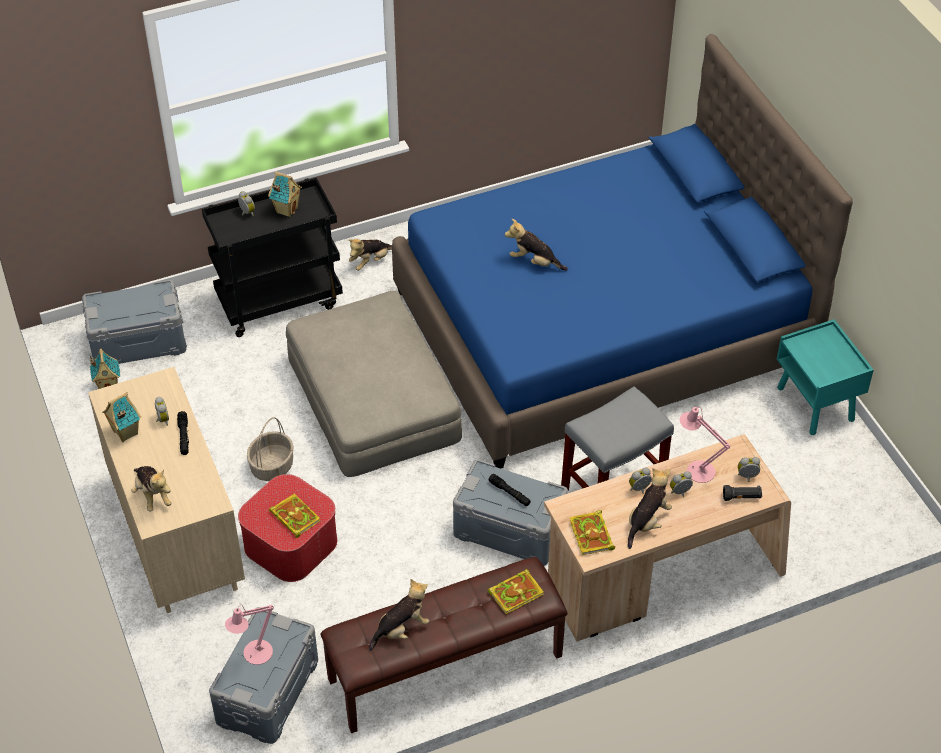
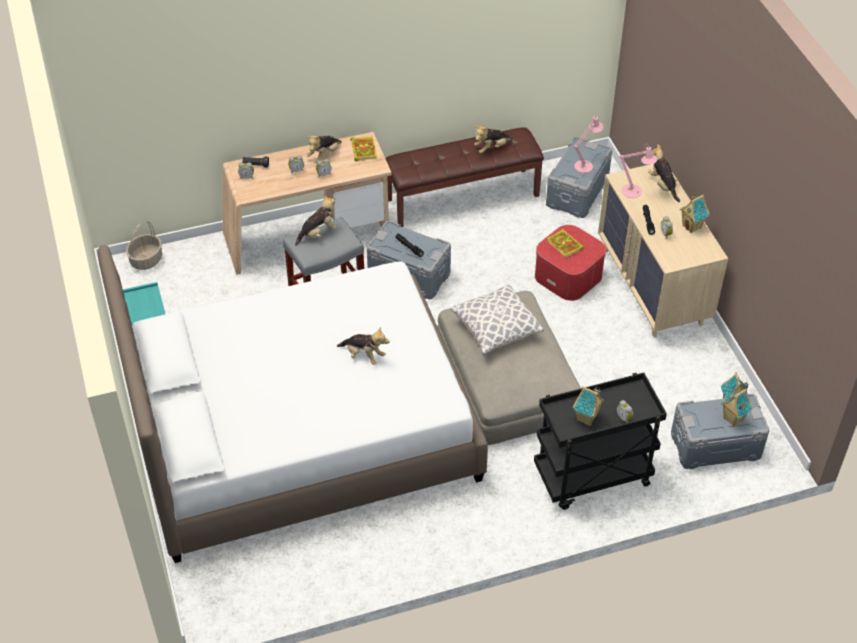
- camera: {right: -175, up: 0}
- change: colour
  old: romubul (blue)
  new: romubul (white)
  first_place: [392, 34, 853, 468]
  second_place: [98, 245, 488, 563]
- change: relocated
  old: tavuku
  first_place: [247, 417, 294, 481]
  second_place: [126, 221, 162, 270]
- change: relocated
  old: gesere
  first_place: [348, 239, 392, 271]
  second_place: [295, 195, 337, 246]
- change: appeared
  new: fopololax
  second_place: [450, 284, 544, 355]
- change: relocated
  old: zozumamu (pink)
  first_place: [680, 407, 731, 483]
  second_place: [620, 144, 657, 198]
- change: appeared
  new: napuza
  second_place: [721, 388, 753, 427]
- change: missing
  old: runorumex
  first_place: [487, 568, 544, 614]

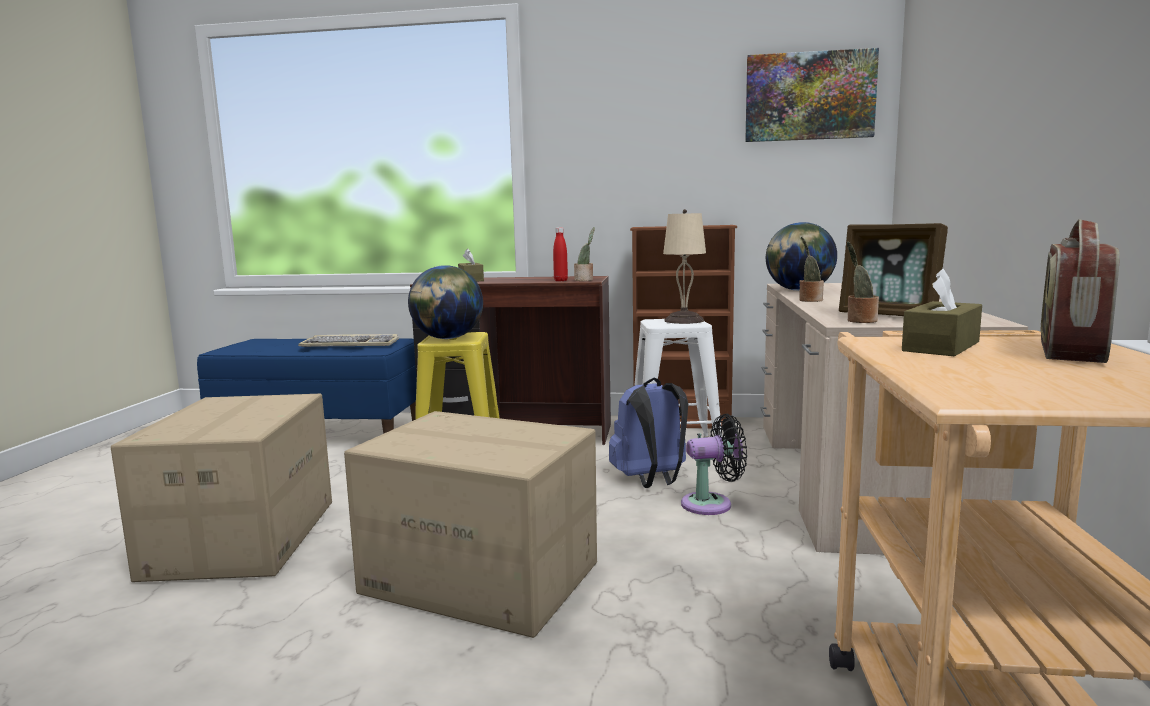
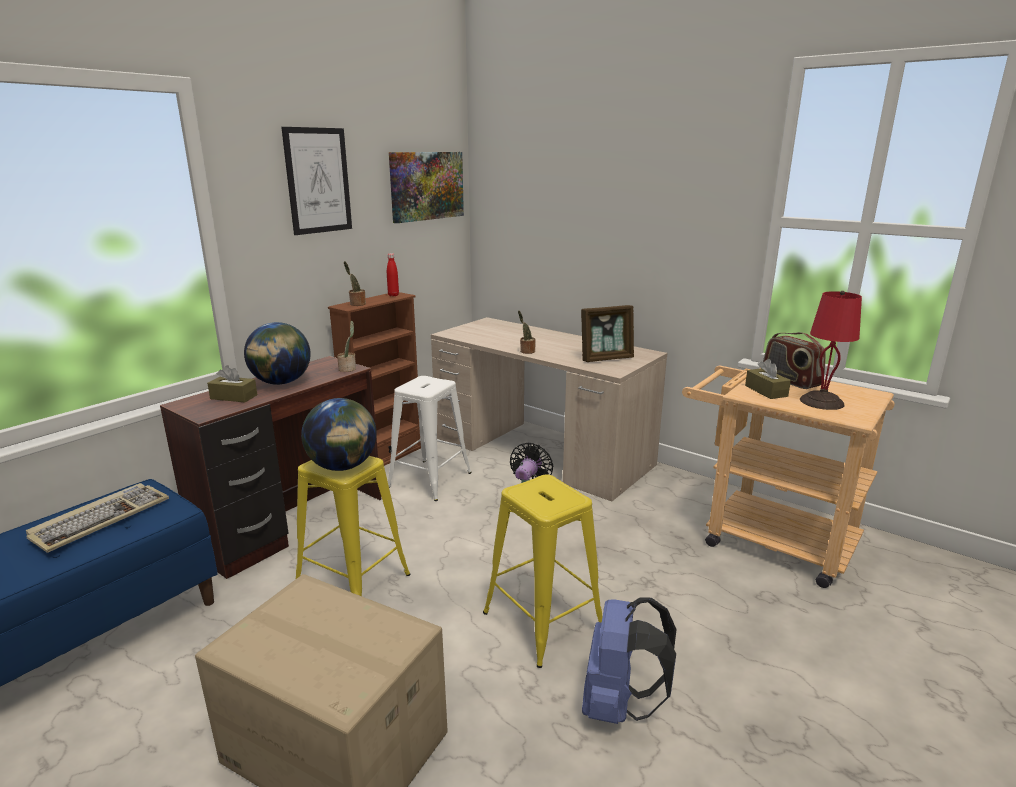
- camera: {right: -60, up: 10}
- change: relocated
  old: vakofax
  first_place: [766, 222, 837, 291]
  second_place: [244, 322, 311, 385]
- change: appeared
  new: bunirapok
  second_place: [281, 127, 352, 235]
- change: relocated
  old: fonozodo
  first_place: [847, 242, 879, 323]
  second_place: [344, 261, 366, 306]
- change: relocated
  old: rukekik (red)
  first_place: [553, 228, 568, 281]
  second_place: [387, 253, 399, 296]
- change: exchanged
  old: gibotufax
  new: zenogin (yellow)
  first_place: [344, 411, 597, 638]
  second_place: [483, 475, 603, 668]
- change: relocated
  old: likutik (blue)
  first_place: [609, 378, 688, 488]
  second_place: [582, 597, 676, 724]
- change: appeared
  new: zozumamu (red)
  second_place: [800, 291, 862, 410]
- change: missing
  old: zozumamu (beige)
  first_place: [663, 209, 706, 324]

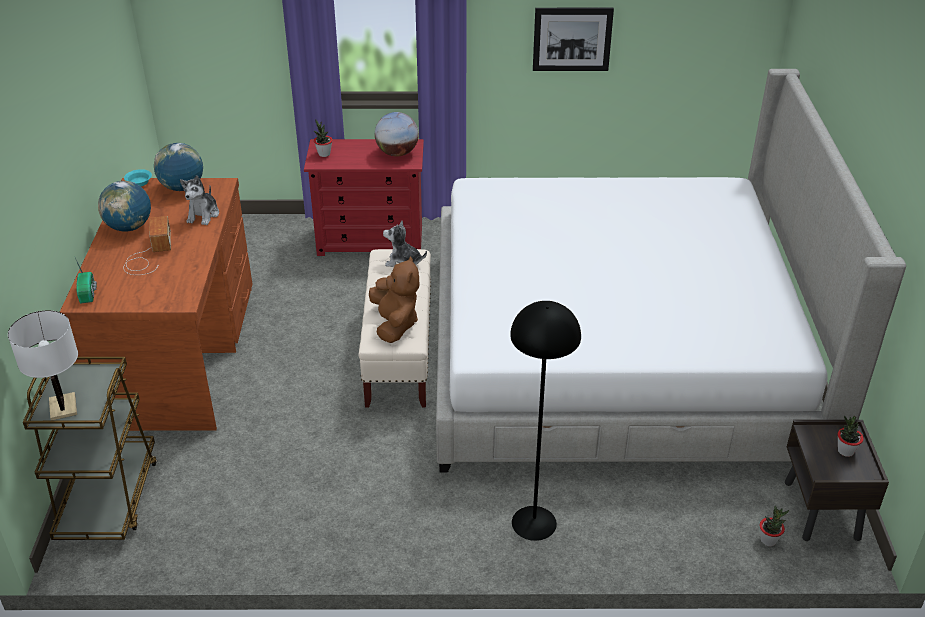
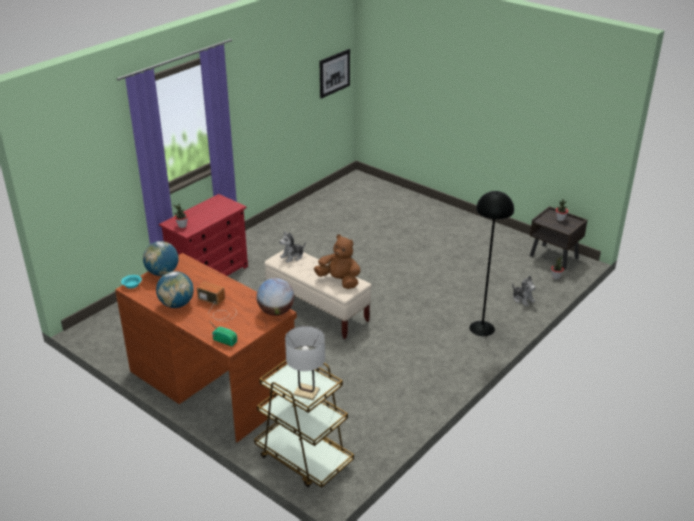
- camera: {right: -50, up: -5}
- change: relocated
  old: vakofax
  first_place: [375, 112, 419, 157]
  second_place: [257, 278, 294, 316]
- change: relocated
  old: bunirapok
  first_place: [533, 8, 614, 71]
  second_place: [319, 49, 350, 99]
- change: relocated
  old: gesere
  first_place: [180, 175, 219, 225]
  second_place: [512, 276, 536, 306]
- change: missing
  old: romubul
  first_place: [436, 69, 906, 473]

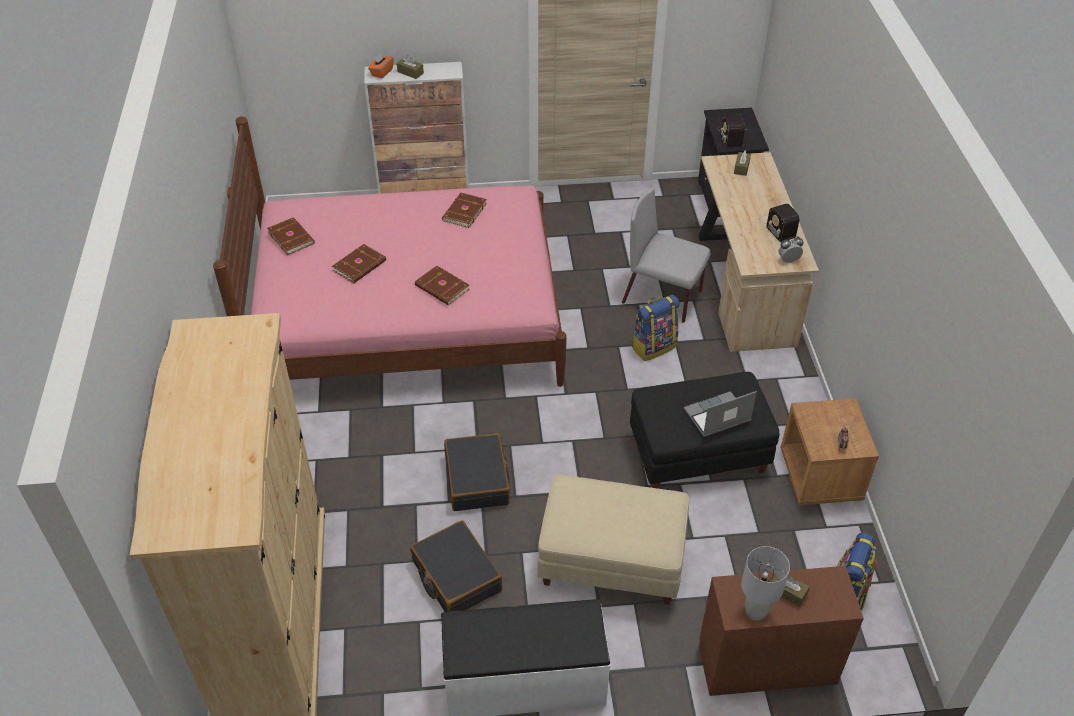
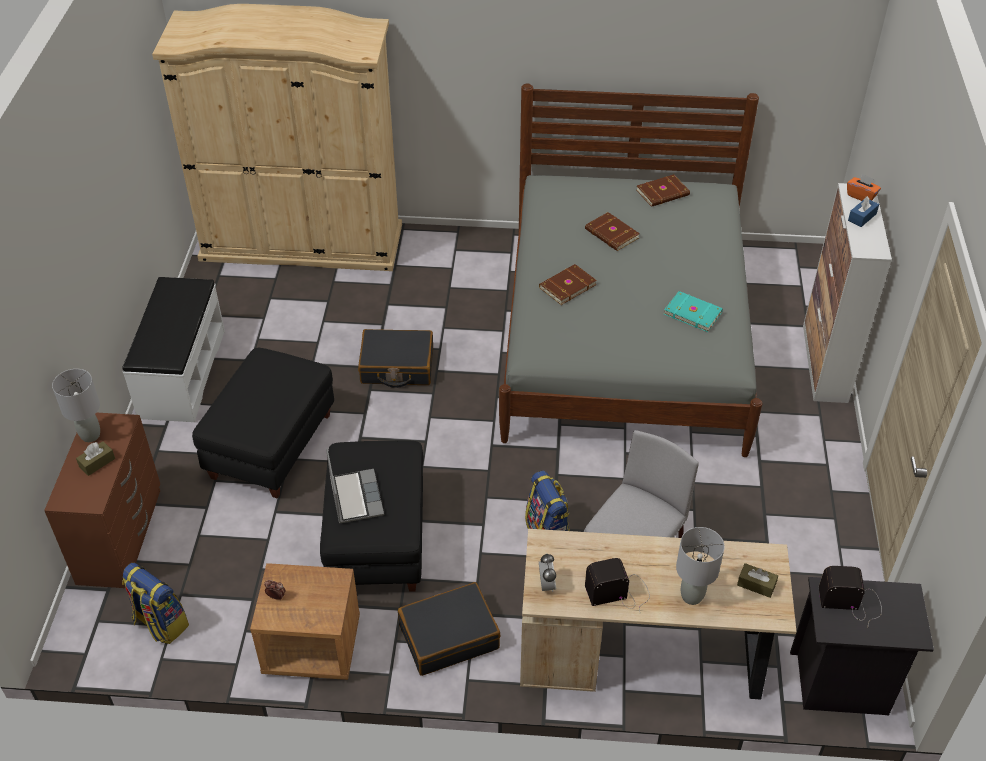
- camera: {right: 100, up: 0}
- change: colour
  old: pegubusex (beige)
  new: pegubusex (black)
  first_place: [537, 475, 689, 605]
  second_place: [192, 348, 334, 499]
- change: relocated
  old: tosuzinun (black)
  first_place: [410, 520, 502, 612]
  second_place: [398, 582, 500, 676]
- change: colour
  old: romubul (pink)
  new: romubul (grey)
  first_place: [213, 116, 567, 387]
  second_place: [499, 83, 763, 457]
- change: colour
  old: runorumex (brown)
  new: runorumex (turquoise)
  first_place: [442, 193, 487, 228]
  second_place: [664, 291, 723, 332]
- change: appeared
  new: zozumamu (grey)
  second_place: [676, 527, 725, 605]
- change: colour
  old: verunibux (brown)
  new: verunibux (blue)
  first_place: [397, 55, 424, 79]
  second_place: [848, 196, 879, 227]

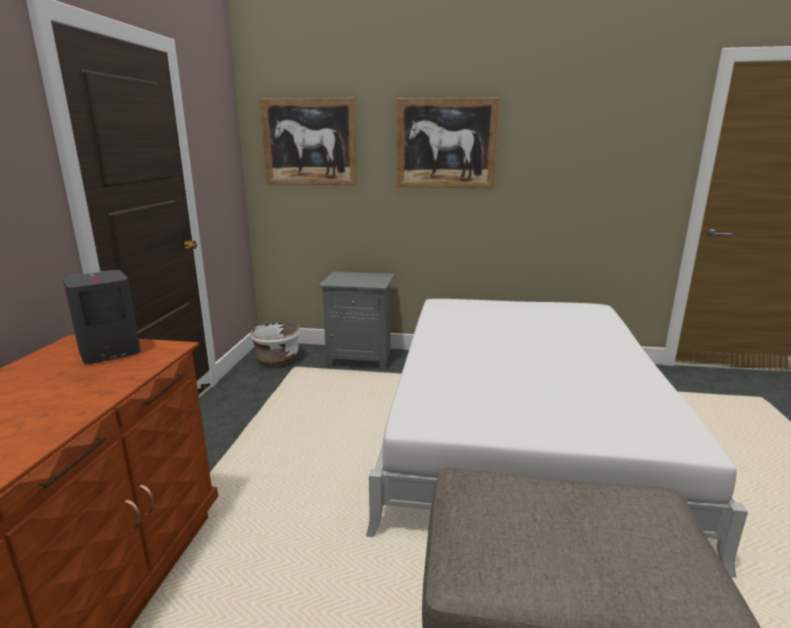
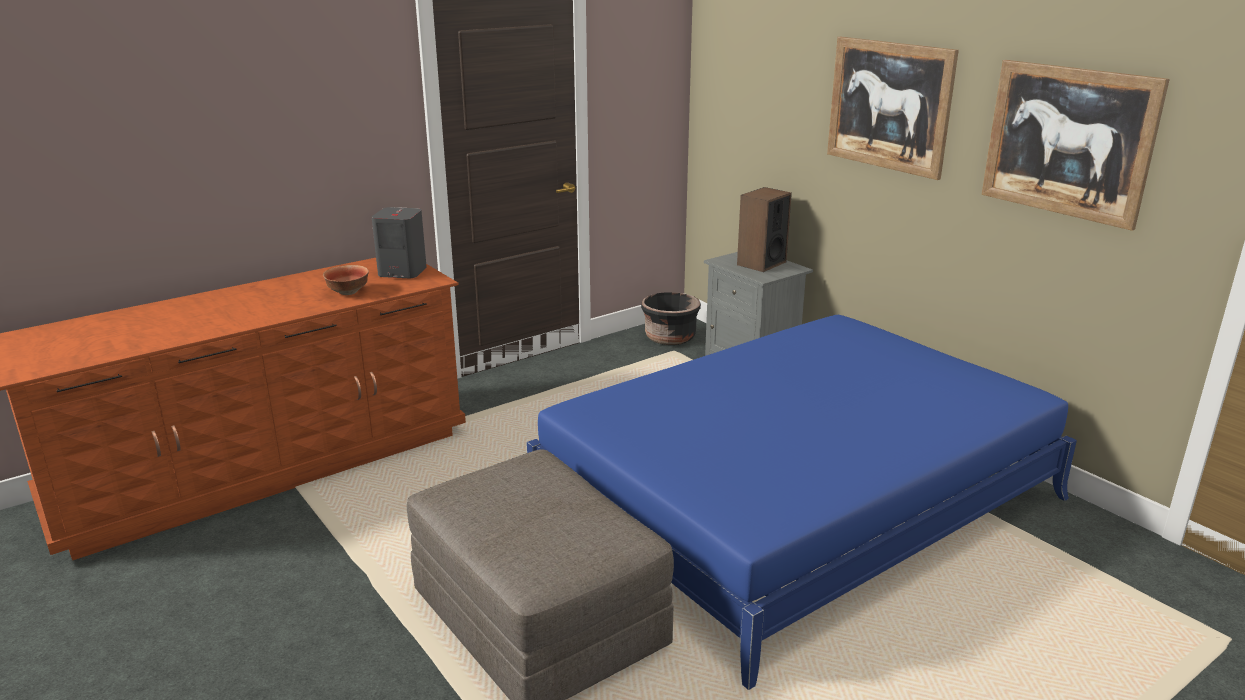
- camera: {right: 45, up: 5}
- change: appeared
  new: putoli
  second_place: [323, 265, 369, 295]
- change: colour
  old: romubul (white)
  new: romubul (blue)
  first_place: [366, 299, 748, 578]
  second_place: [527, 315, 1077, 690]
- change: colour
  old: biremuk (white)
  new: biremuk (black)
  first_place: [250, 322, 300, 366]
  second_place: [641, 292, 701, 345]
- change: appeared
  new: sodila
  second_place: [737, 187, 792, 272]
- change: relocated
  old: bunirapok
  first_place: [260, 98, 358, 185]
  second_place: [981, 60, 1170, 231]

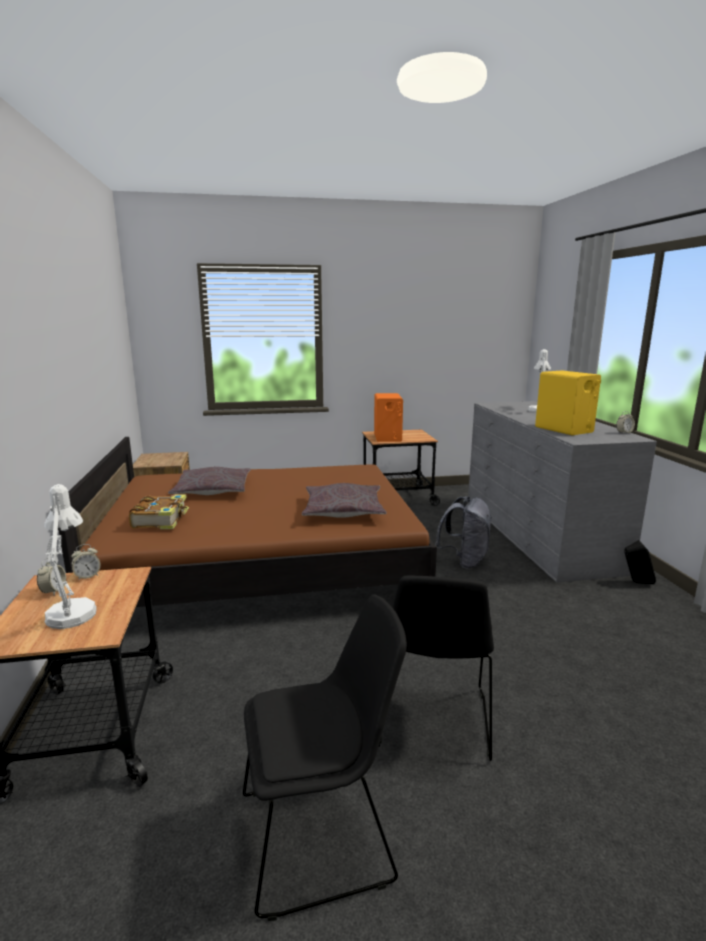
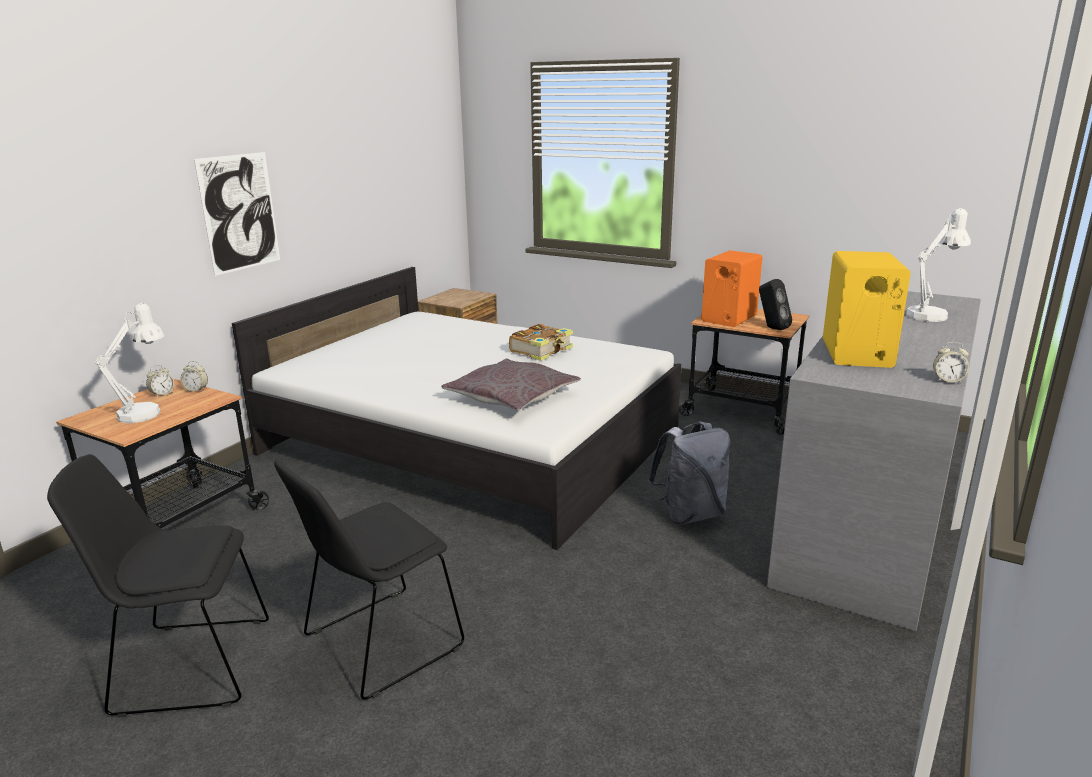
- camera: {right: 40, up: 5}
- change: spun
  old: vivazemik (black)
  first_place: [243, 594, 407, 921]
  second_place: [47, 454, 269, 718]
  degrees: 150
- change: appeared
  new: bunirapok
  second_place: [194, 152, 280, 276]
- change: colour
  old: romubul (brown)
  new: romubul (white)
  first_place: [59, 437, 437, 607]
  second_place: [232, 267, 682, 550]
- change: relocated
  old: runorumex
  first_place: [129, 495, 189, 529]
  second_place: [509, 324, 573, 361]
- change: relocated
  old: sodila (black)
  first_place: [624, 540, 656, 584]
  second_place: [759, 279, 792, 330]
- change: missing
  old: fopololax (grey)
  first_place: [168, 467, 251, 495]

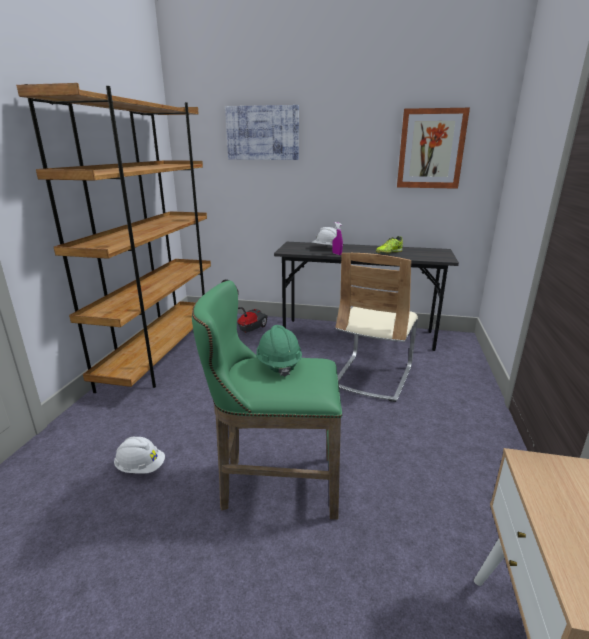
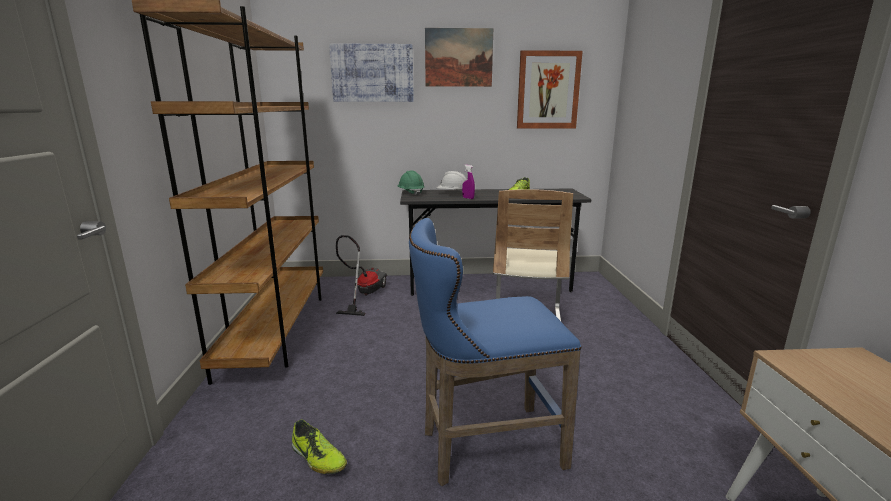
- camera: {right: -15, up: -5}
- change: exchanged
  old: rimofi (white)
  new: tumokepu
  first_place: [114, 437, 165, 474]
  second_place: [292, 419, 347, 474]
- change: relocated
  old: rimofi (green)
  first_place: [256, 325, 302, 377]
  second_place: [397, 171, 425, 196]
- change: colour
  old: zenogin (green)
  new: zenogin (blue)
  first_place: [192, 280, 342, 519]
  second_place: [409, 218, 582, 486]
- change: appeared
  new: bunirapok
  second_place: [425, 28, 493, 87]

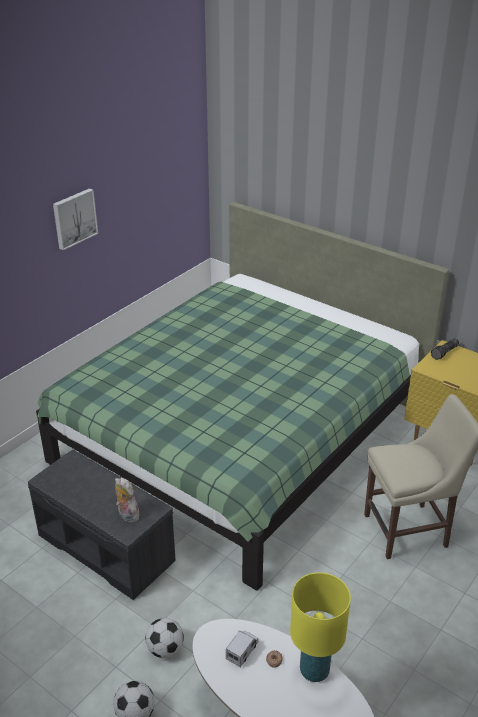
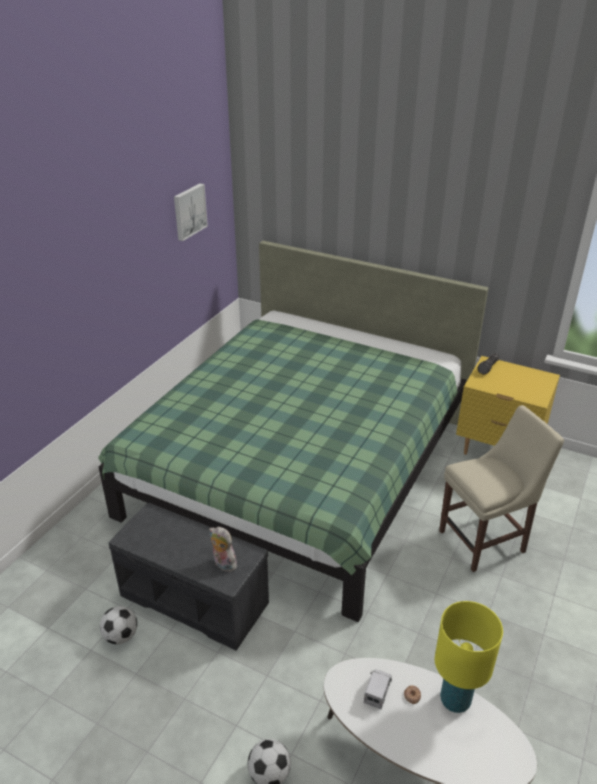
- camera: {right: -10, up: 0}
- change: relocated
  old: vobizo
  first_place: [145, 618, 184, 658]
  second_place: [100, 606, 137, 644]
- change: relocated
  old: bunirapok
  first_place: [53, 188, 98, 250]
  second_place: [174, 183, 208, 241]

